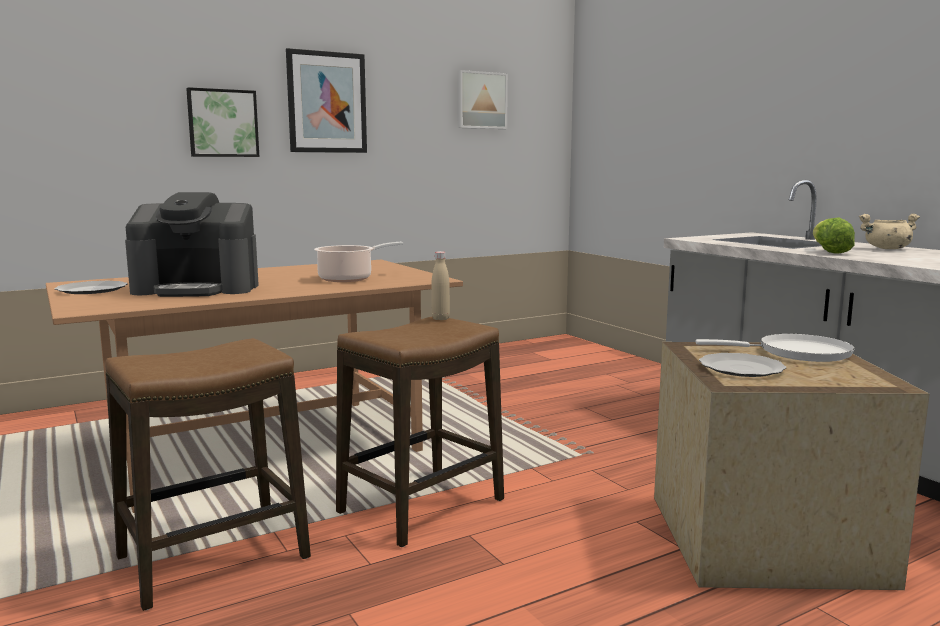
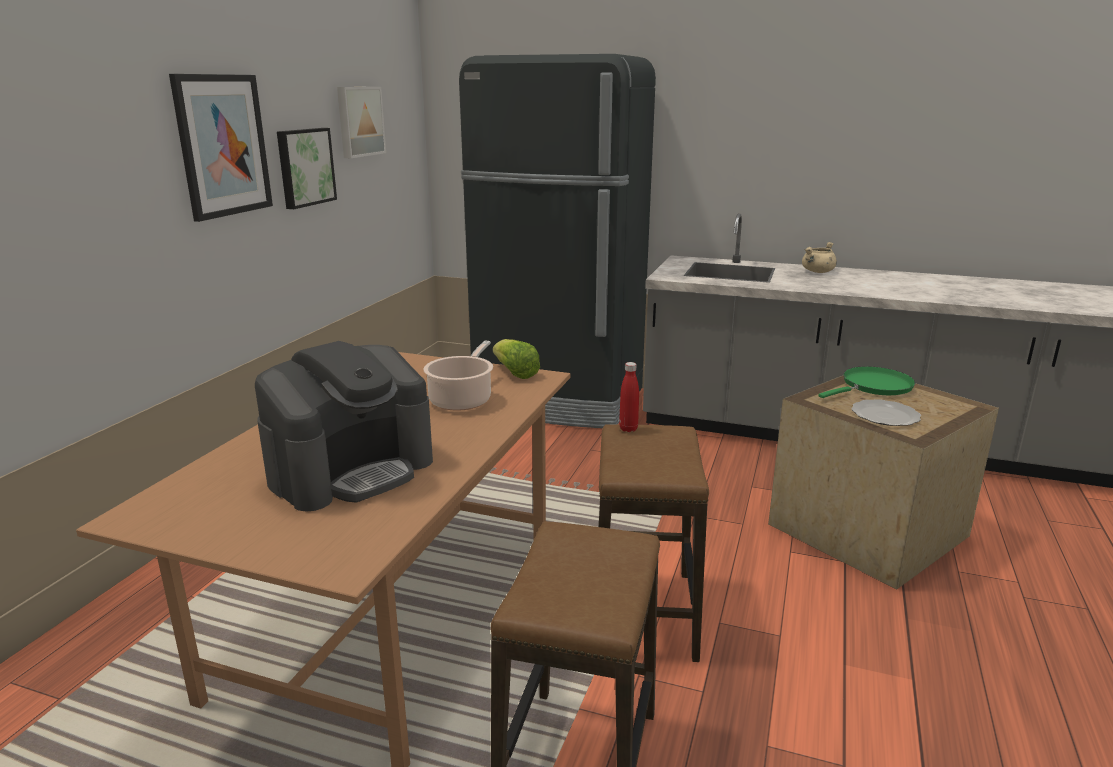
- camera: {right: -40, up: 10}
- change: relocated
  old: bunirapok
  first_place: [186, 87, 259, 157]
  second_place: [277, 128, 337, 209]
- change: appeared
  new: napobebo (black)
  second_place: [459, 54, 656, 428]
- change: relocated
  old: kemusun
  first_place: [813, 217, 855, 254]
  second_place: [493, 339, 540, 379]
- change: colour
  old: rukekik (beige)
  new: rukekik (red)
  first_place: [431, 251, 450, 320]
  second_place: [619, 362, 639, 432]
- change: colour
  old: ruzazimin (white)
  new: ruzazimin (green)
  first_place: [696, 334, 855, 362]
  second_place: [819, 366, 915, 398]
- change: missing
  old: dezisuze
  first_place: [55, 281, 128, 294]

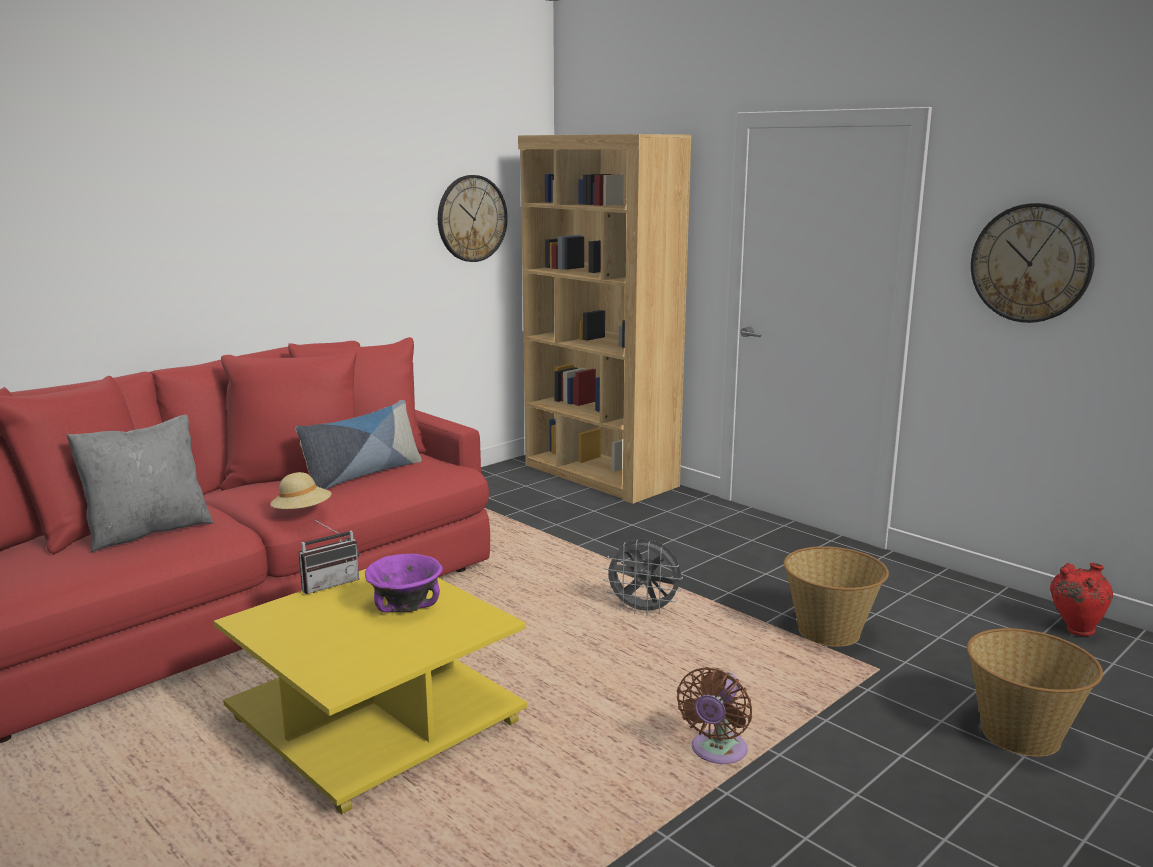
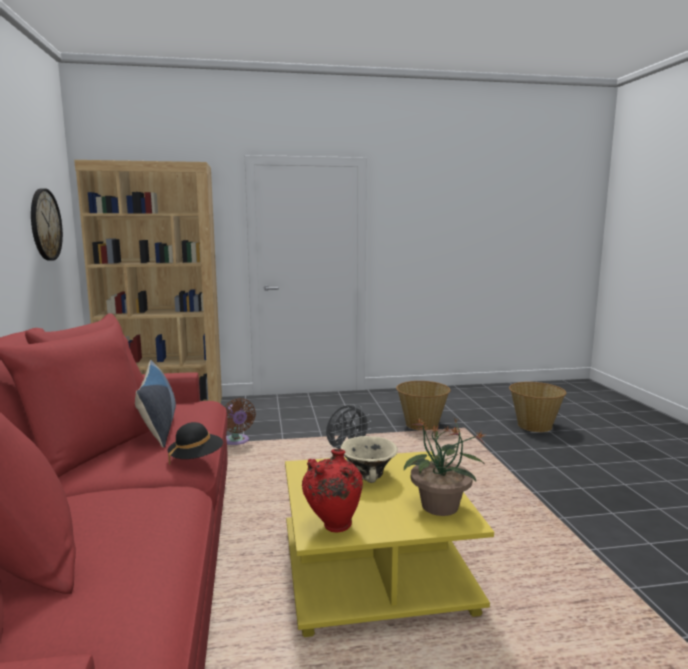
- camera: {right: -55, up: -5}
- change: colour
  old: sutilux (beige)
  new: sutilux (black)
  first_place: [270, 472, 331, 510]
  second_place: [167, 422, 223, 465]
- change: relocated
  old: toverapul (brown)
  first_place: [677, 667, 752, 764]
  second_place: [225, 398, 256, 445]
- change: relocated
  old: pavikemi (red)
  first_place: [1050, 562, 1113, 636]
  second_place: [302, 449, 363, 532]
- change: colour
  old: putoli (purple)
  new: putoli (beige)
  first_place: [365, 554, 443, 612]
  second_place: [341, 436, 398, 483]
- change: appeared
  new: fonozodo
  second_place: [404, 418, 486, 516]
- change: missing
  old: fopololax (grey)
  first_place: [66, 415, 214, 552]
- change: missing
  old: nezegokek
  first_place: [299, 518, 359, 594]
- change: missing
  old: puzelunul
  first_place: [971, 203, 1095, 323]

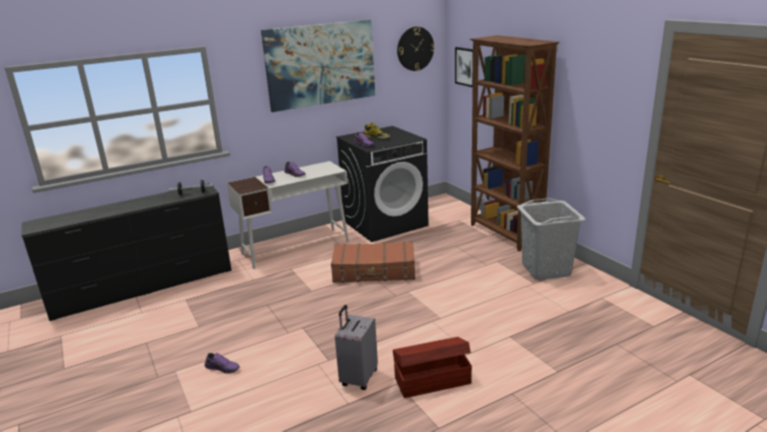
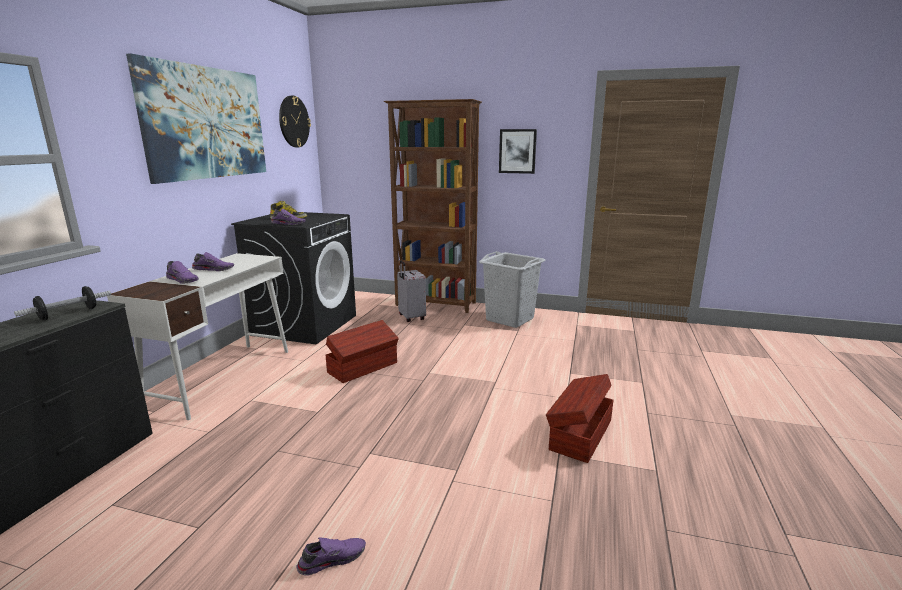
- camera: {right: -45, up: -5}
- change: exchanged
  old: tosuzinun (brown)
  new: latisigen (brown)
  first_place: [331, 241, 415, 283]
  second_place: [326, 320, 399, 383]
- change: relocated
  old: tosuzinun (grey)
  first_place: [335, 305, 378, 390]
  second_place: [397, 261, 426, 322]
- change: relocated
  old: bunirapok
  first_place: [455, 47, 473, 87]
  second_place: [499, 129, 537, 174]

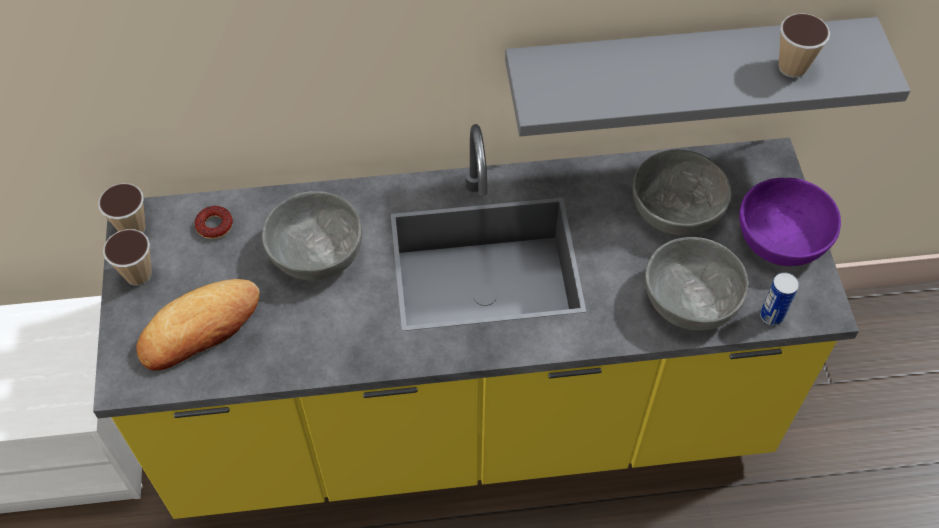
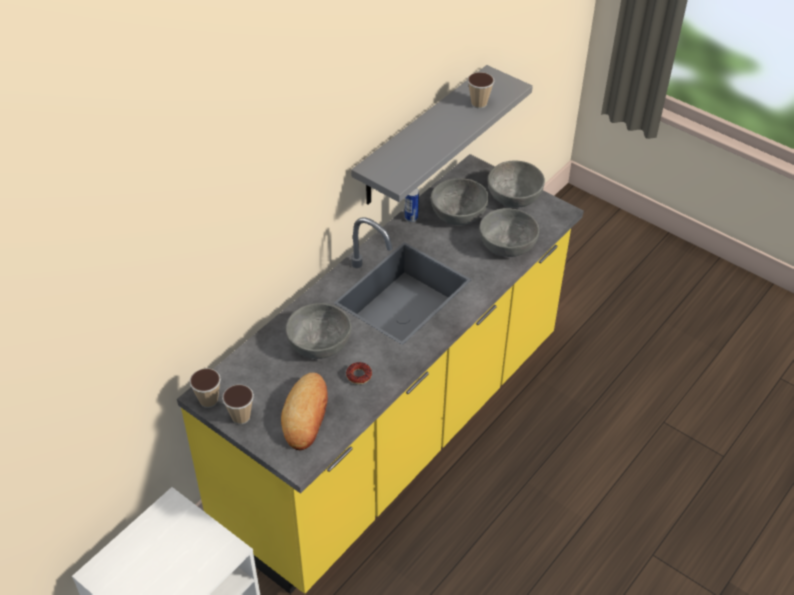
- camera: {right: -45, up: -10}
- change: relocated
  old: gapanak
  first_place: [195, 206, 233, 239]
  second_place: [346, 362, 372, 384]
- change: relocated
  old: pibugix
  first_place: [760, 272, 799, 326]
  second_place: [405, 188, 419, 222]
- change: colour
  old: putoli (purple)
  new: putoli (grey)
  first_place: [739, 178, 841, 266]
  second_place: [487, 160, 545, 208]

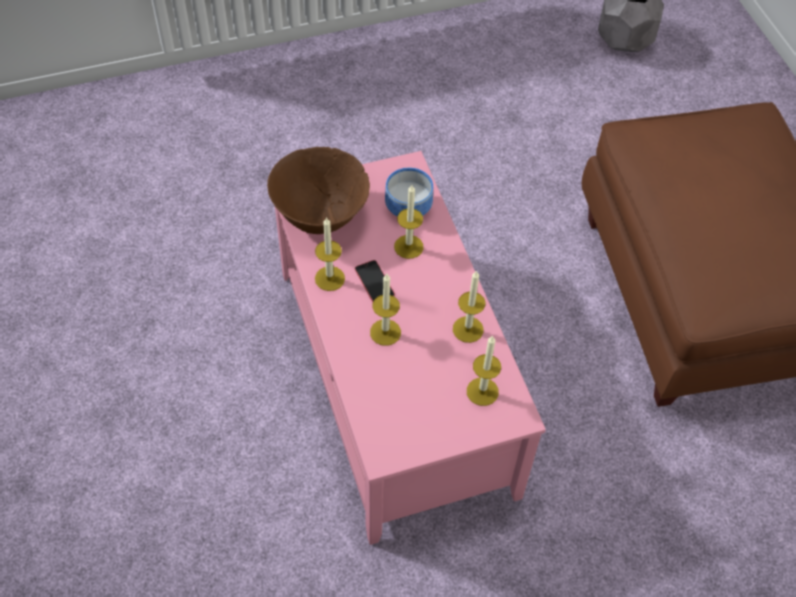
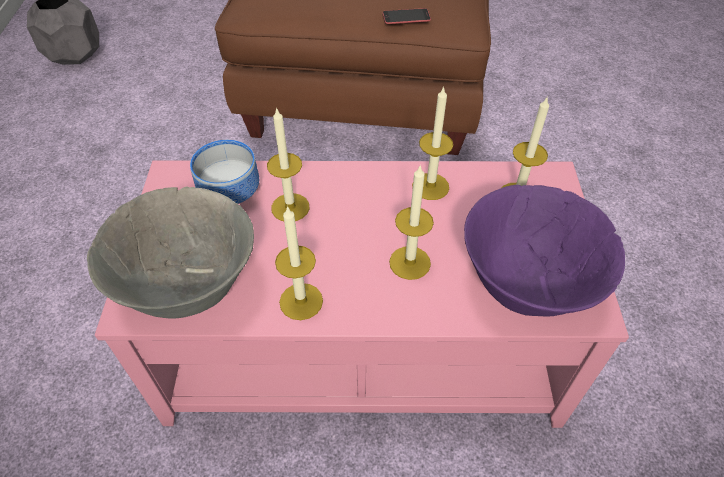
- camera: {right: -70, up: -5}
- change: colour
  old: putoli (brown)
  new: putoli (grey)
  first_place: [267, 147, 370, 234]
  second_place: [87, 186, 254, 319]
- change: relocated
  old: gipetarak
  first_place: [355, 260, 395, 302]
  second_place: [382, 8, 431, 24]
- change: appeared
  new: putoli (purple)
  second_place: [464, 185, 625, 317]

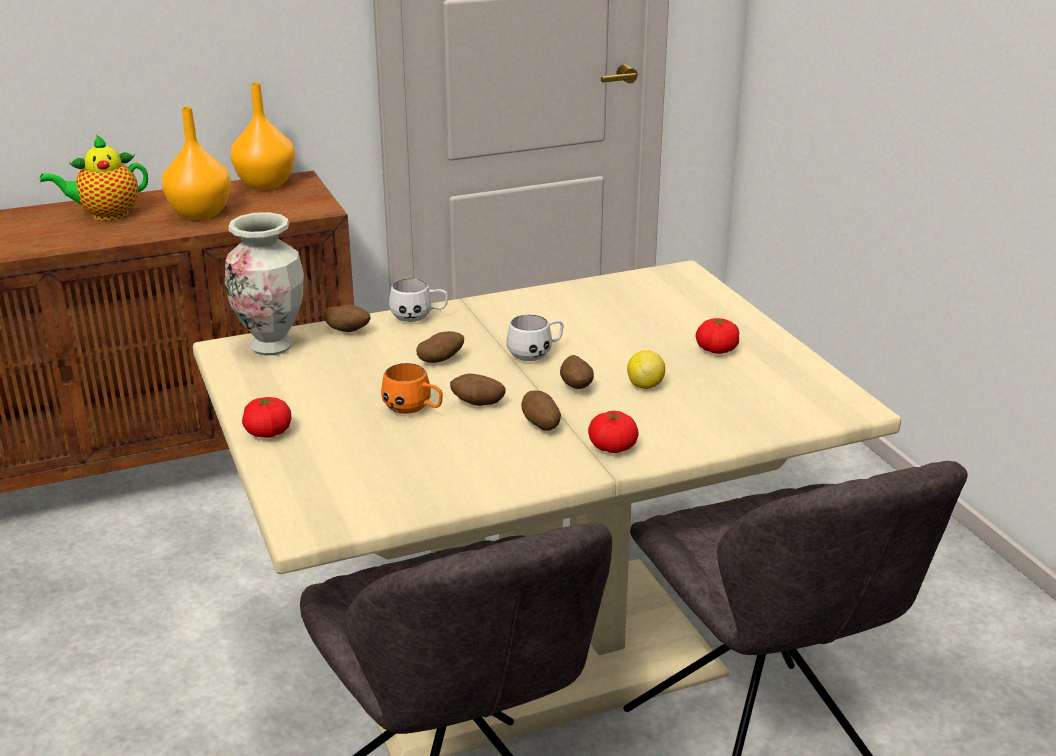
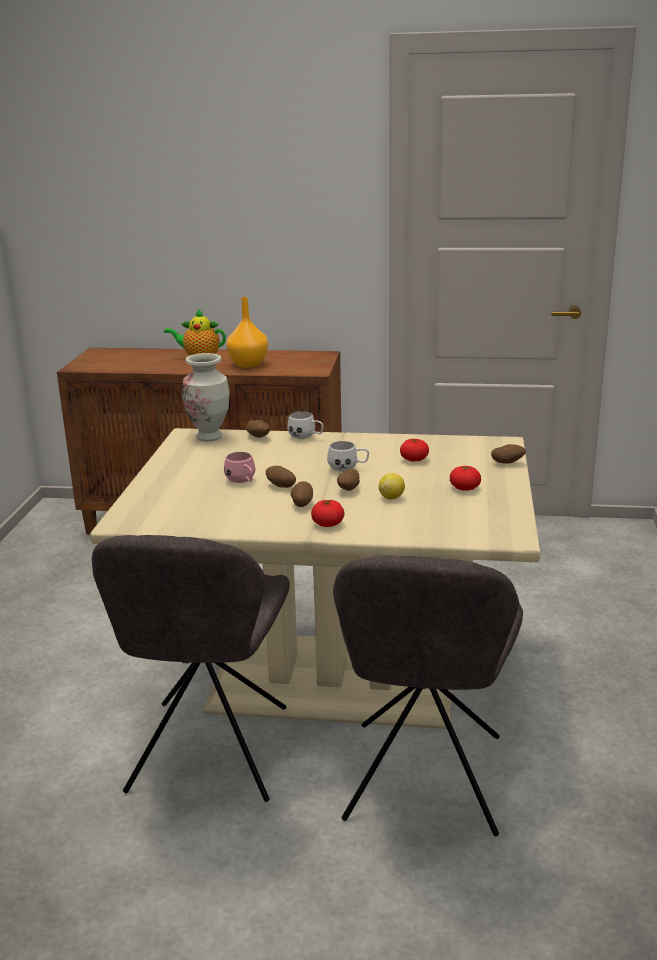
- camera: {right: 30, up: -5}
- change: colour
  old: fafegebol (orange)
  new: fafegebol (pink)
  first_place: [381, 363, 443, 414]
  second_place: [224, 452, 256, 483]
- change: relocated
  old: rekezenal
  first_place: [242, 397, 291, 438]
  second_place: [400, 439, 429, 462]
- change: relocated
  old: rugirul
  first_place: [416, 331, 464, 363]
  second_place: [491, 444, 526, 464]
- change: missing
  old: pavikemi (orange)
  first_place: [230, 83, 295, 190]

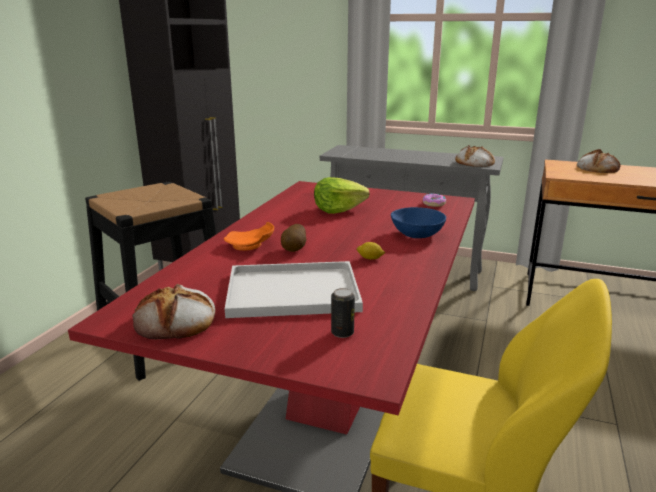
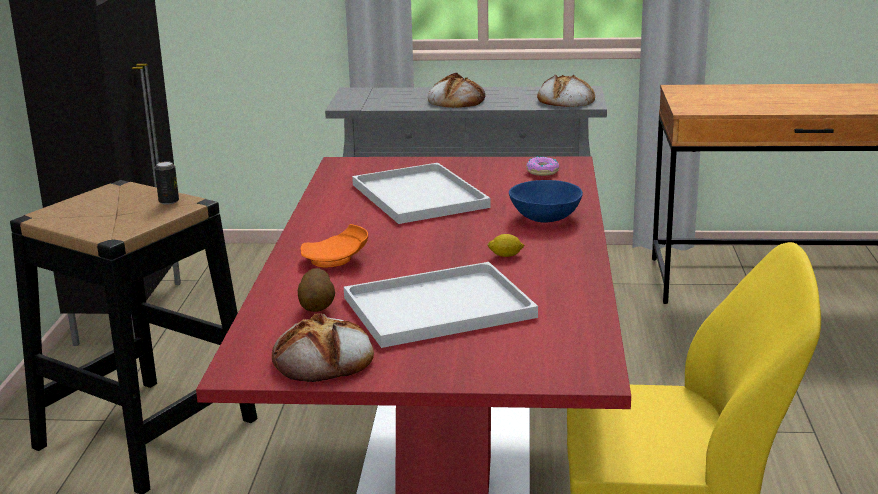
- camera: {right: -15, up: 0}
- change: relocated
  old: pibugix
  first_place: [331, 288, 355, 338]
  second_place: [155, 161, 179, 205]
- change: relocated
  old: rugirul
  first_place: [281, 224, 306, 252]
  second_place: [298, 268, 335, 312]
- change: exchanged
  old: kemusun
  new: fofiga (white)
  first_place: [314, 177, 370, 214]
  second_place: [352, 163, 491, 224]
- change: relocated
  old: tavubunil
  first_place: [577, 149, 621, 173]
  second_place: [428, 73, 485, 108]

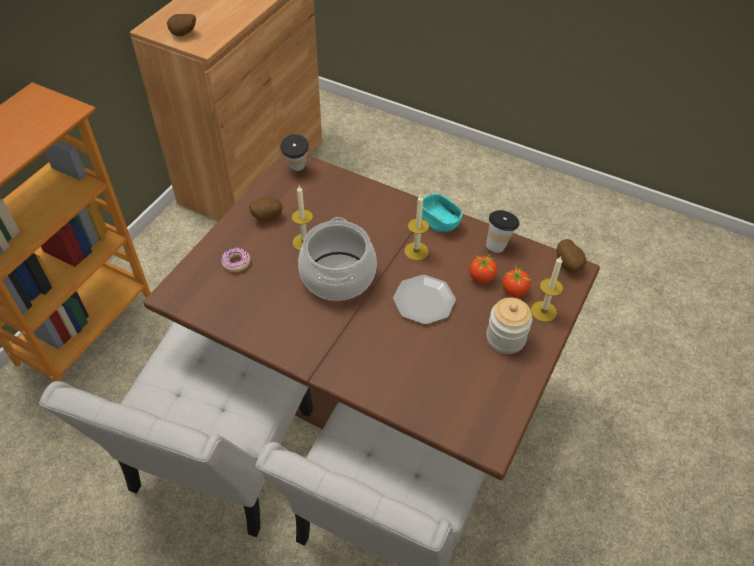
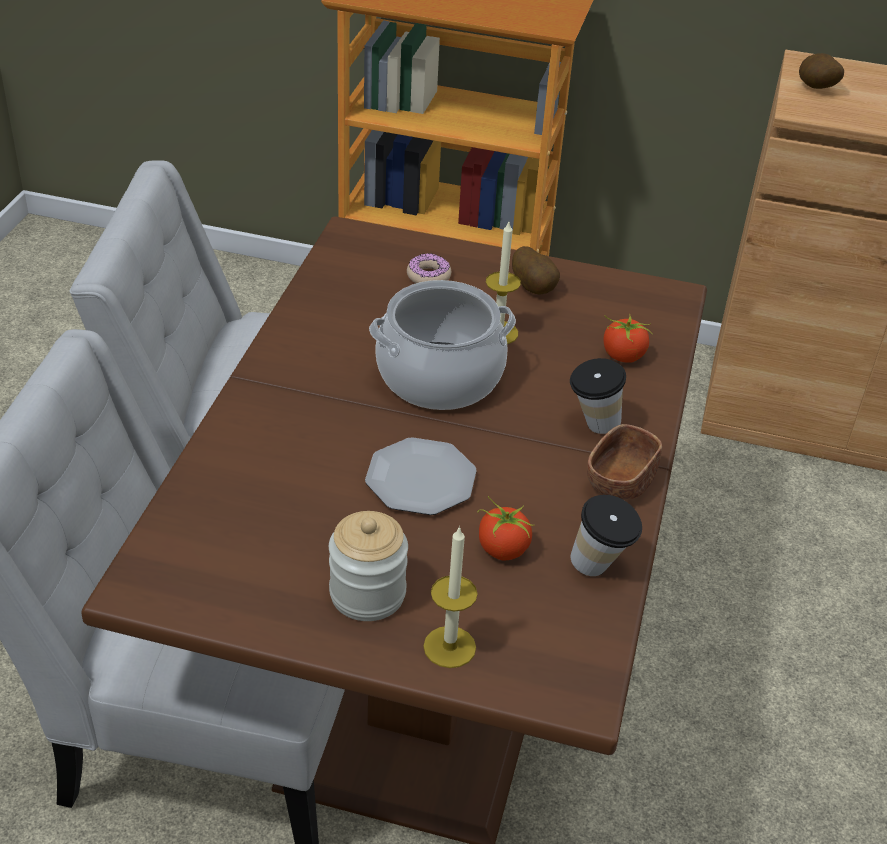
- camera: {right: 75, up: -10}
- change: relocated
  old: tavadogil
  first_place: [280, 134, 309, 171]
  second_place: [570, 358, 626, 434]
- change: colour
  old: putoli (turquoise)
  new: putoli (brown)
  first_place: [422, 193, 463, 232]
  second_place: [587, 424, 662, 500]
- change: relocated
  old: rekezenal
  first_place: [502, 268, 531, 297]
  second_place: [604, 314, 652, 363]
- change: missing
  old: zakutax
  first_place: [404, 195, 429, 261]
- change: missing
  old: rugirul
  first_place: [556, 239, 587, 273]

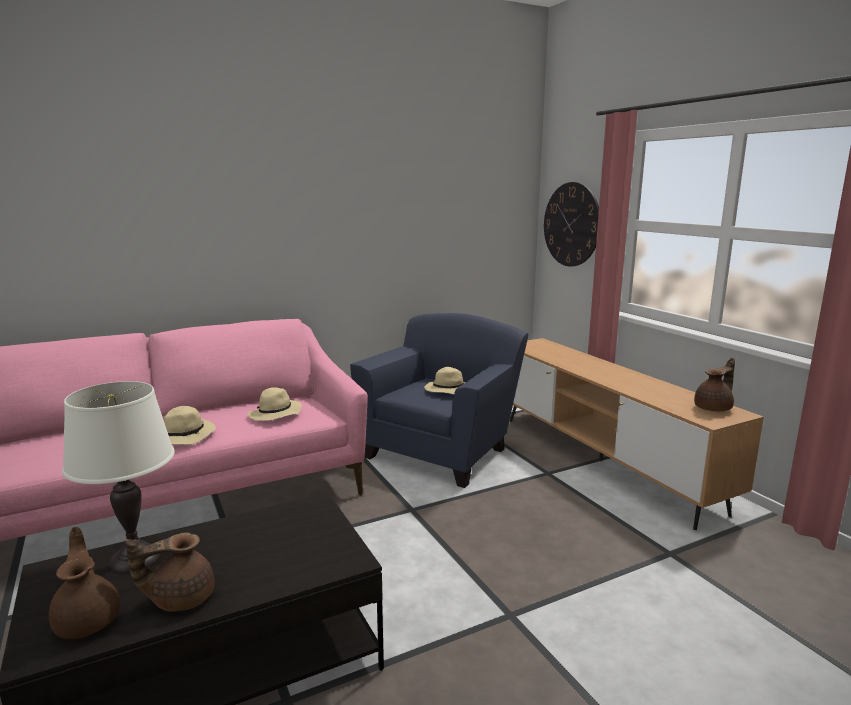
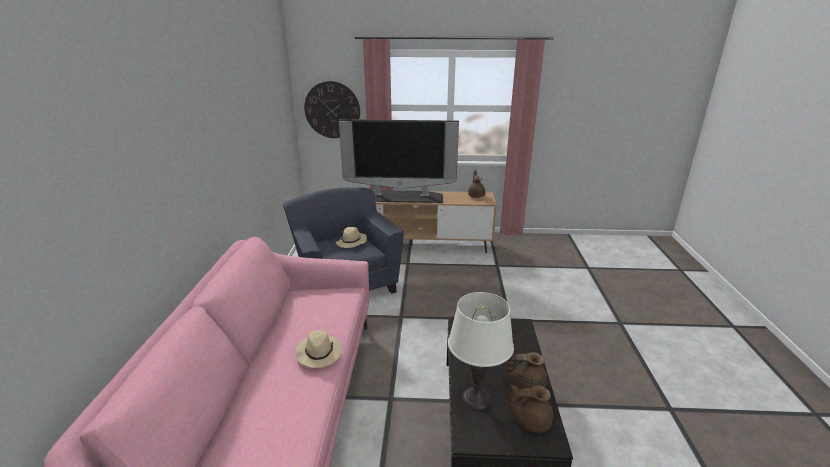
- camera: {right: -60, up: 10}
- change: appeared
  new: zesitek
  second_place: [339, 119, 459, 203]
- change: spun
  old: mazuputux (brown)
  first_place: [125, 532, 215, 612]
  second_place: [506, 352, 547, 389]
  degrees: 90
- change: missing
  old: sutilux (beige)
  first_place: [247, 387, 302, 421]

